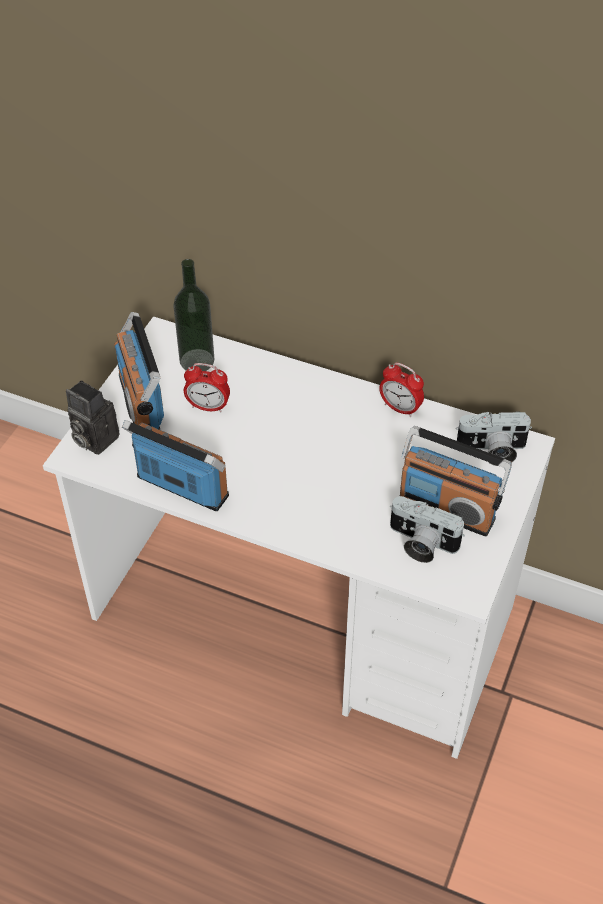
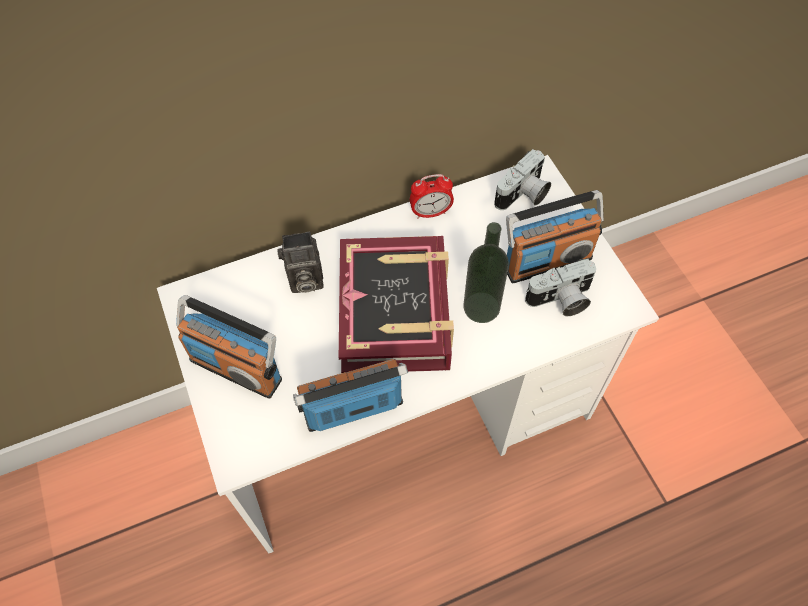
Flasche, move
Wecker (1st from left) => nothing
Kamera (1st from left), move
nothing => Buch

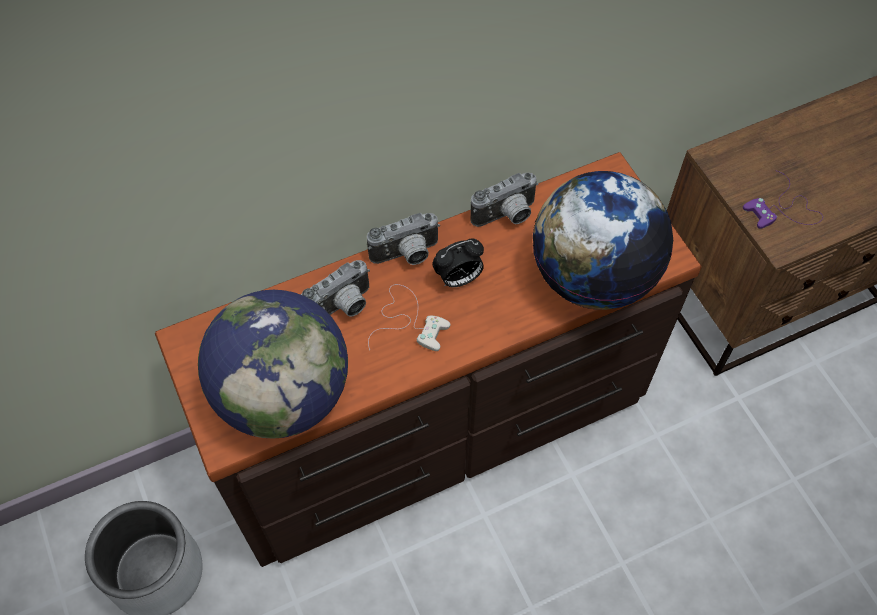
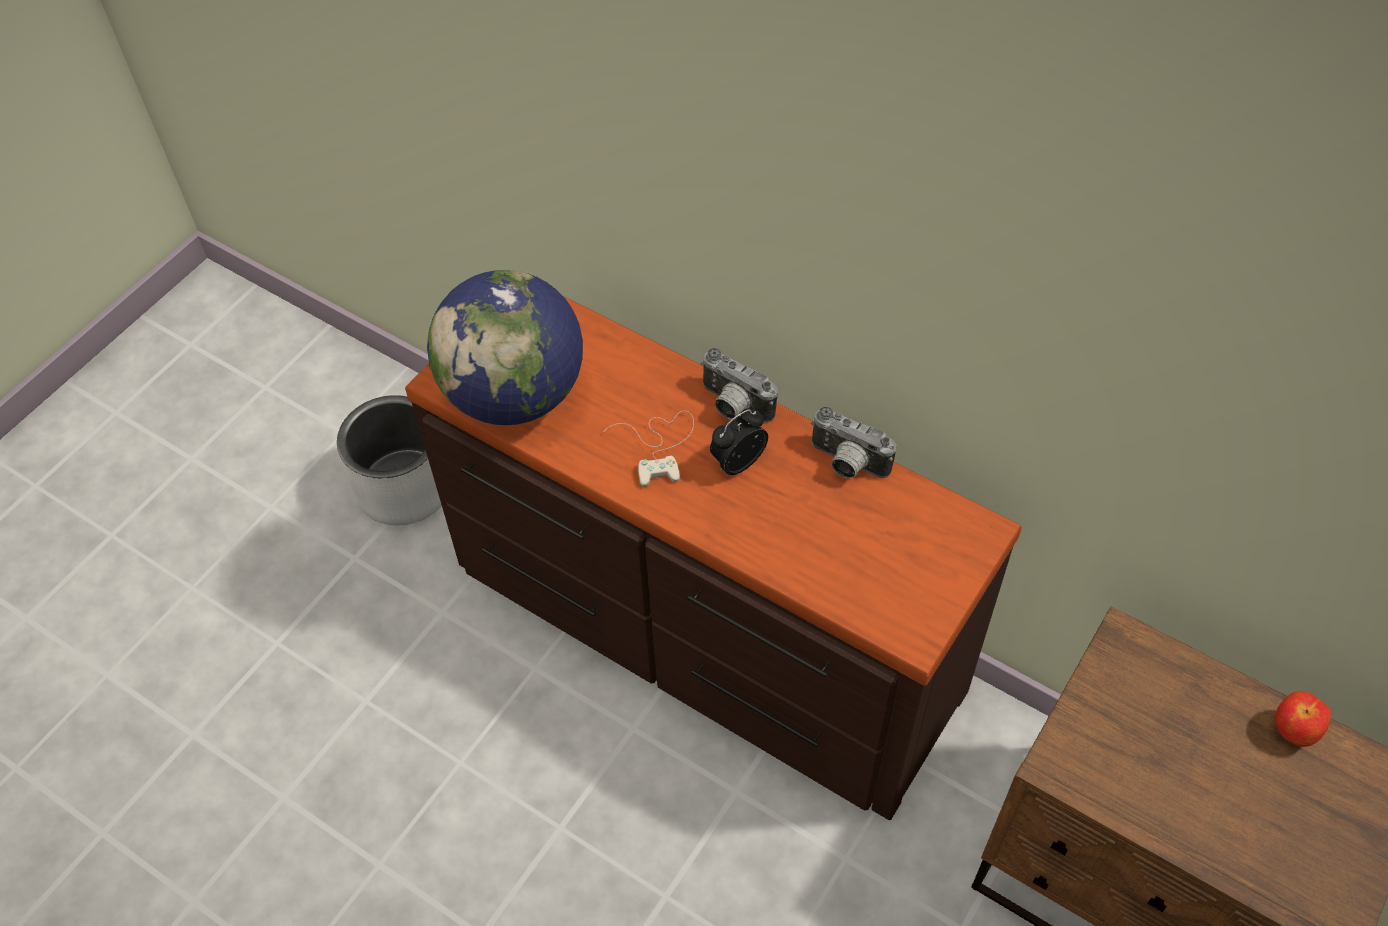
Gamepad/lila => nothing
Globus (2nd from left) => nothing
Wecker, 105 degrees clockwise
Kamera (1st from left) => nothing
nothing => Apfel

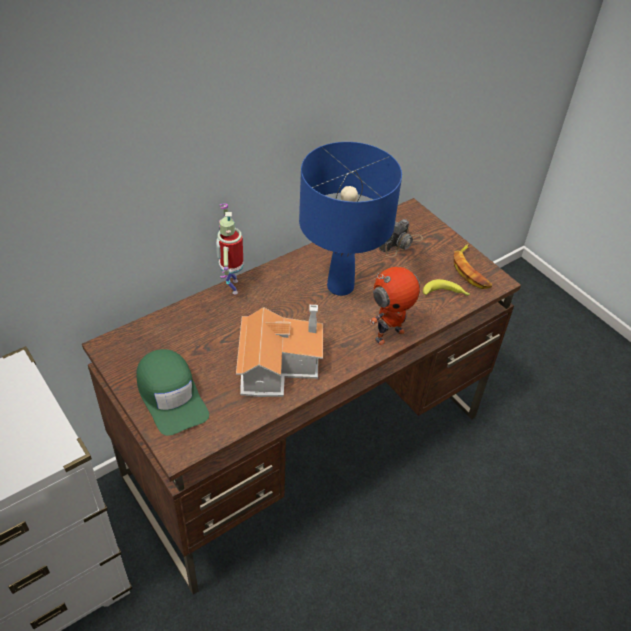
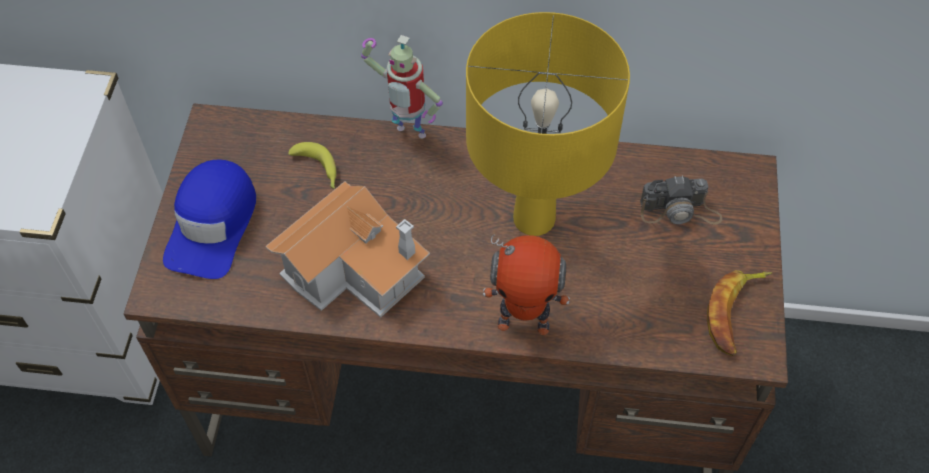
Tischlampe/blau => Tischlampe/gelb
Spielzeugroboter (1st from left), 105 degrees counterclockwise
Banane (1st from left), move
Kappe/grün => Kappe/blau

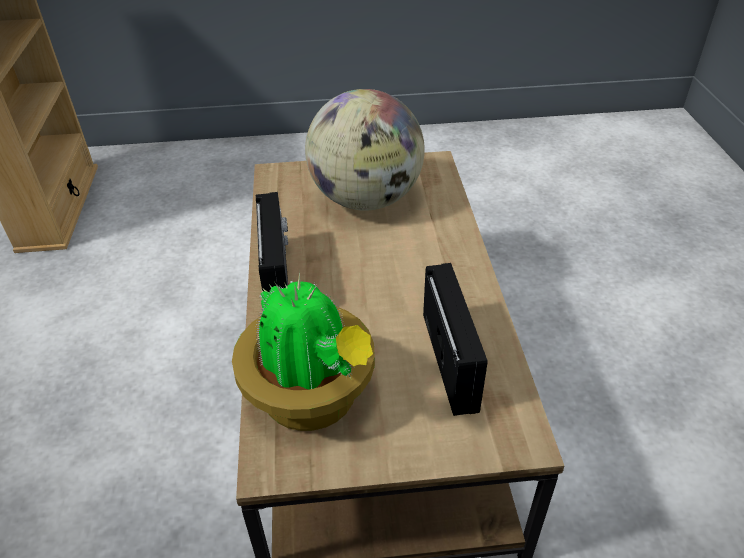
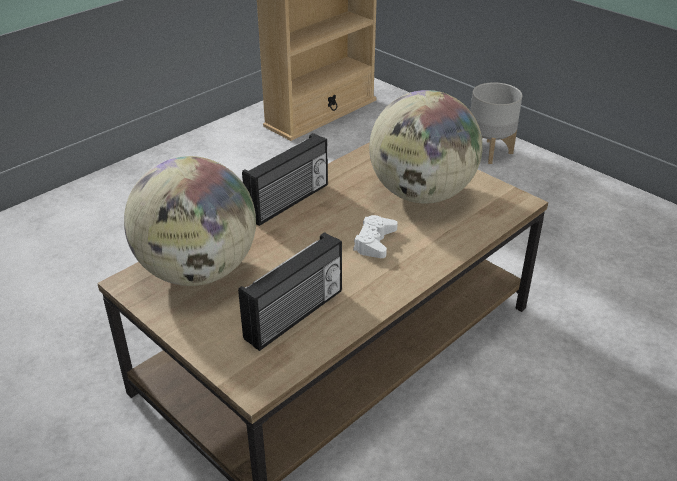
Topfpflanze => Globus (1st from left)
nothing => Pflanzkübel/grau
nothing => Gamepad/weiß

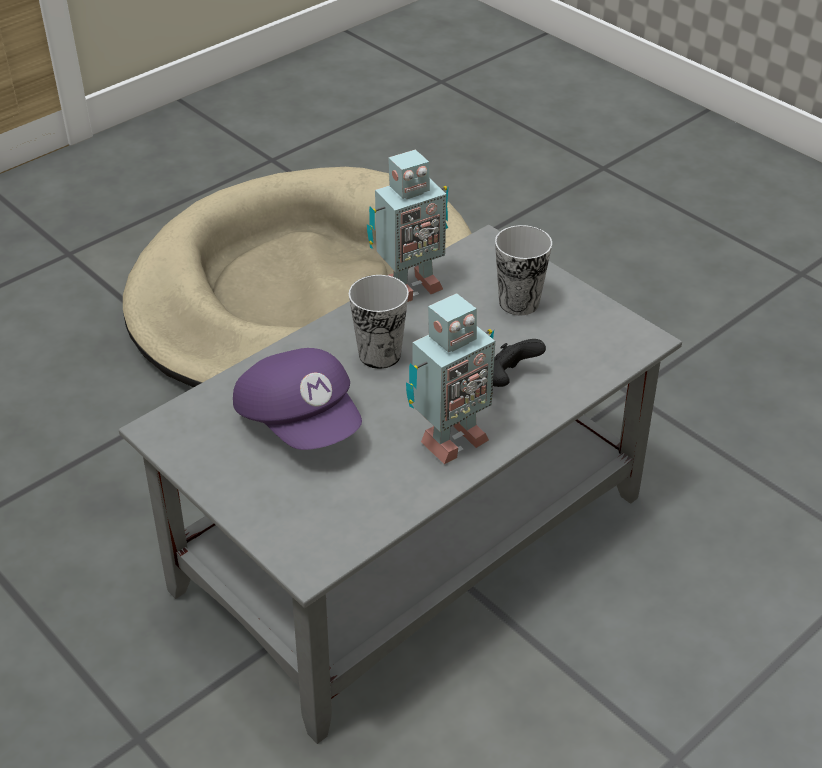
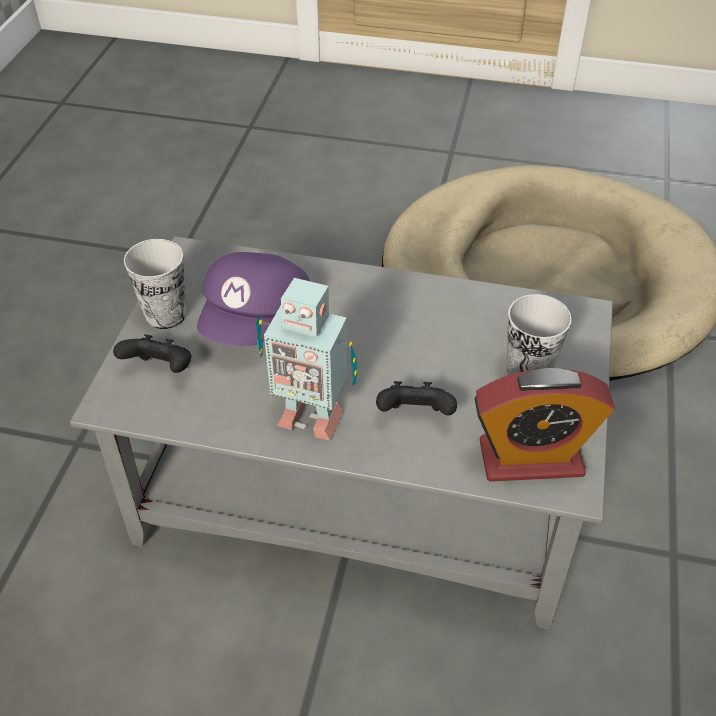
Spielzeugroboter (1st from left) => nothing
Tasse (1st from left), move
nothing => Gamepad/schwarz (1st from left)
nothing => Wecker

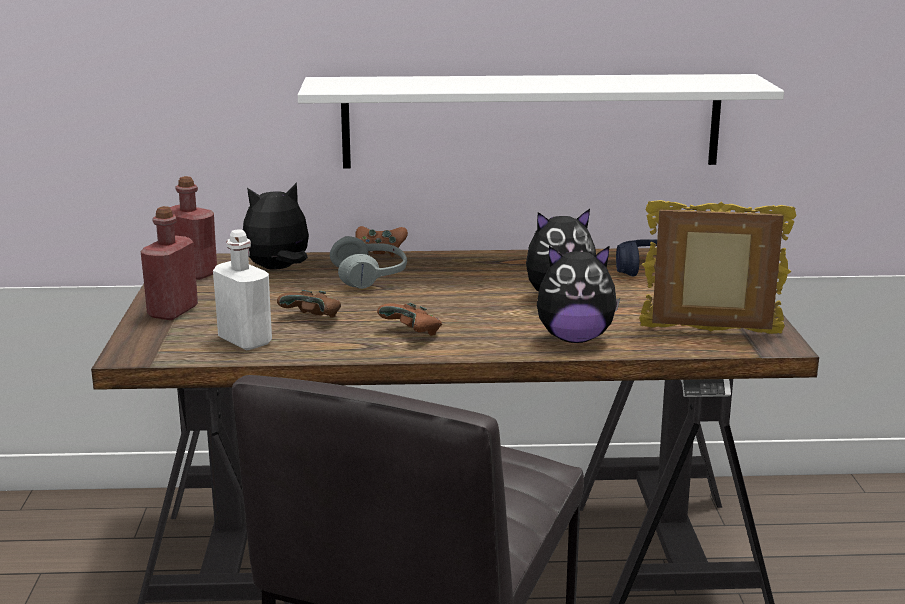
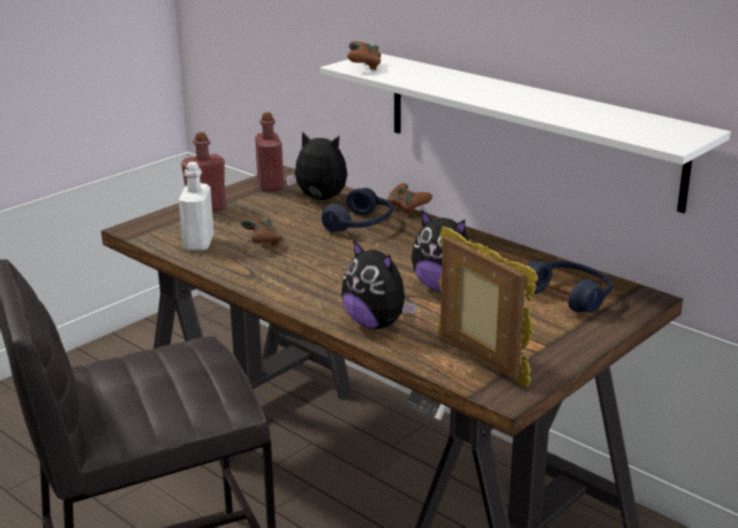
Kopfhörer/grau => Kopfhörer/blau (1st from left)
Gamepad/braun (3rd from left in the first image) => Gamepad/braun (2nd from left), move

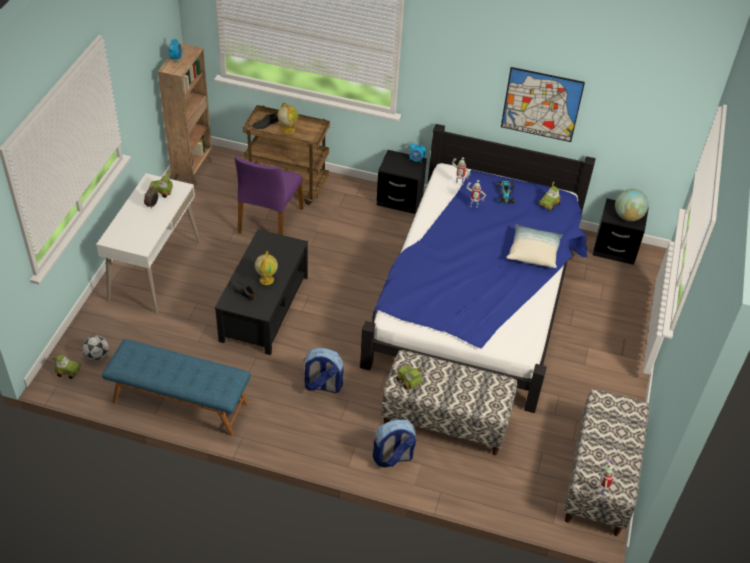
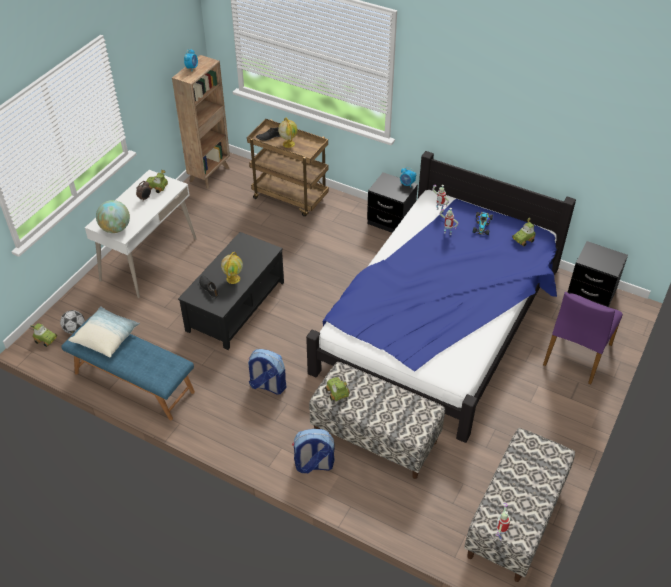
Bild => nothing
Stuhl/lila, move
Globus (3rd from left in the first image) => Globus (1st from left), move
Kissen, move

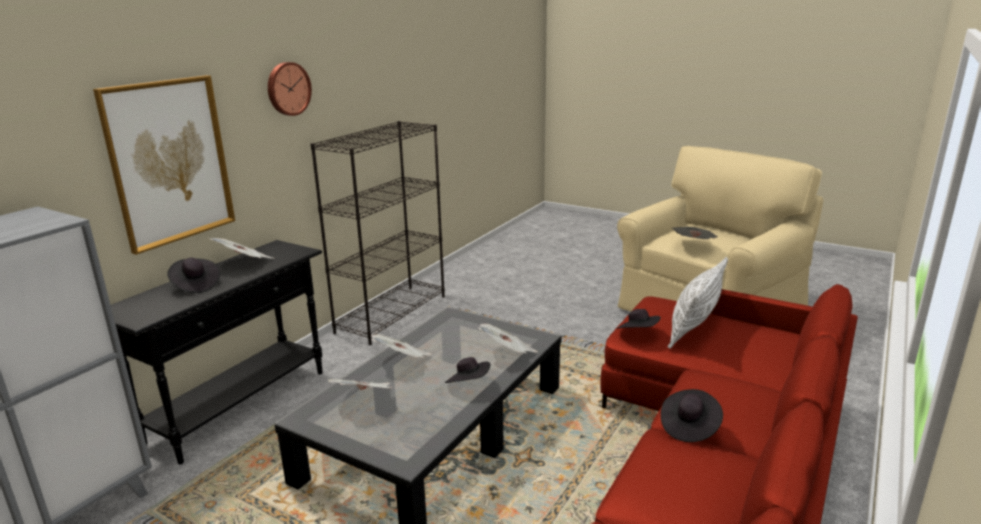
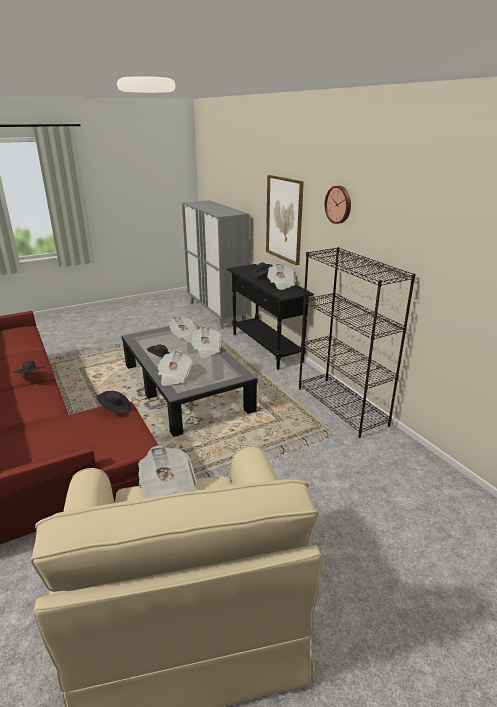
Kissen/weiß => nothing

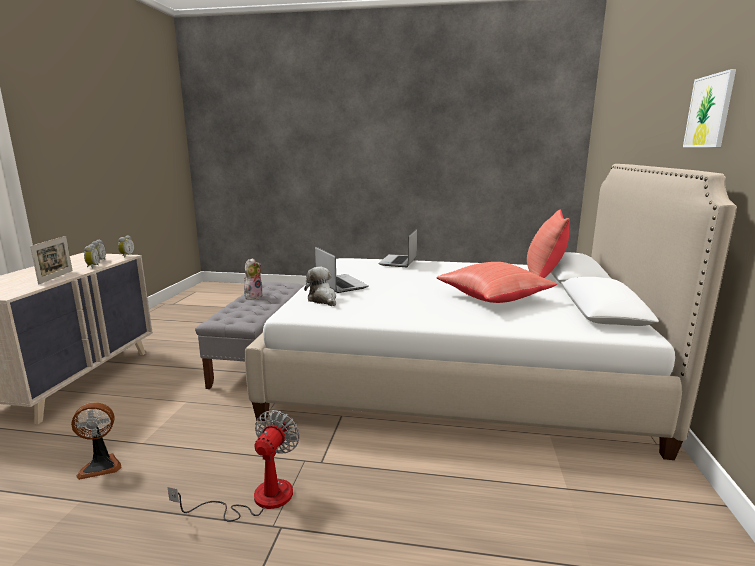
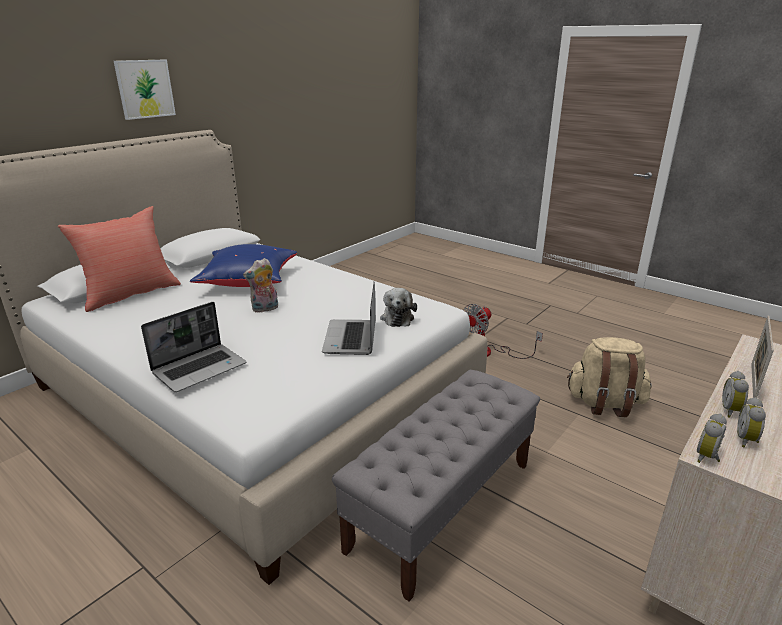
Plüschtier (1st from left), move
Kissen/rot (1st from left) => Kissen/blau
Ventilator (1st from left) => Rucksack/beige

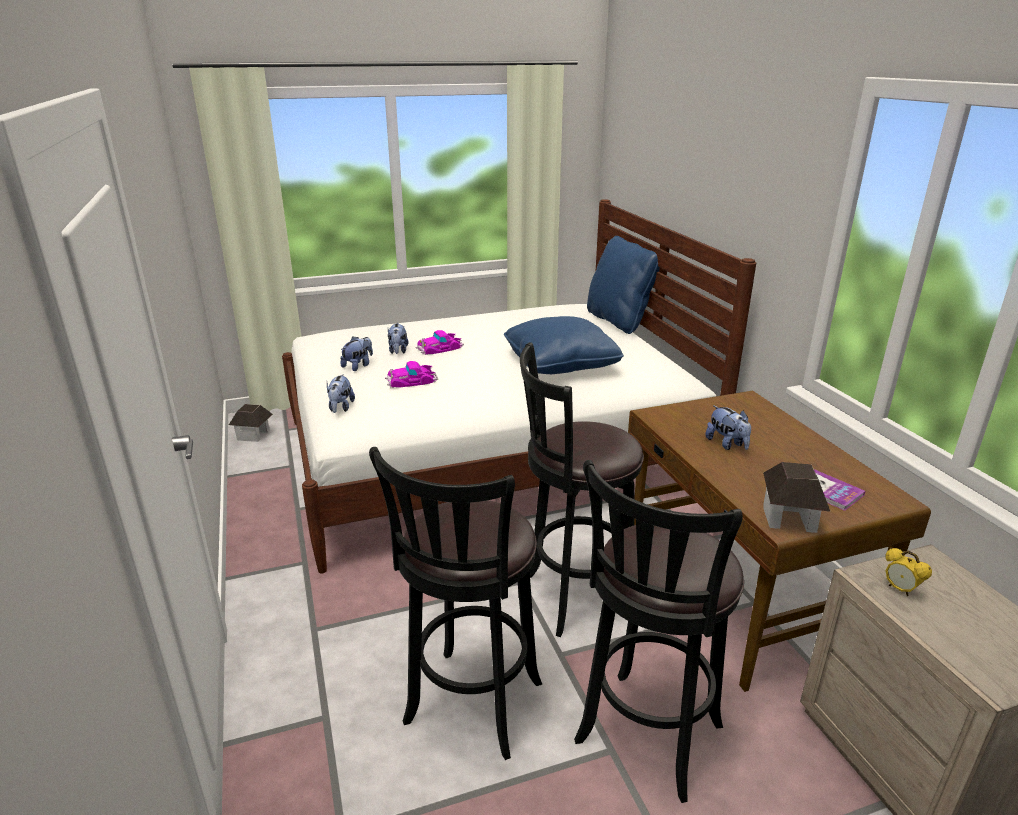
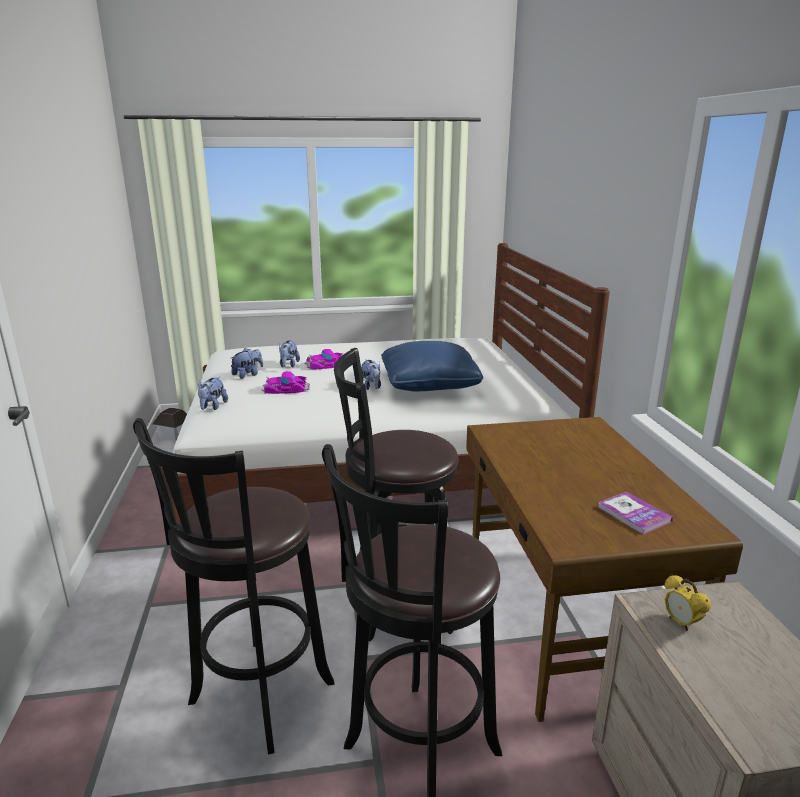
Kissen/blau (2nd from left) => nothing
Plüschtier (4th from left), move
Spielzeughaus (2nd from left) => nothing

